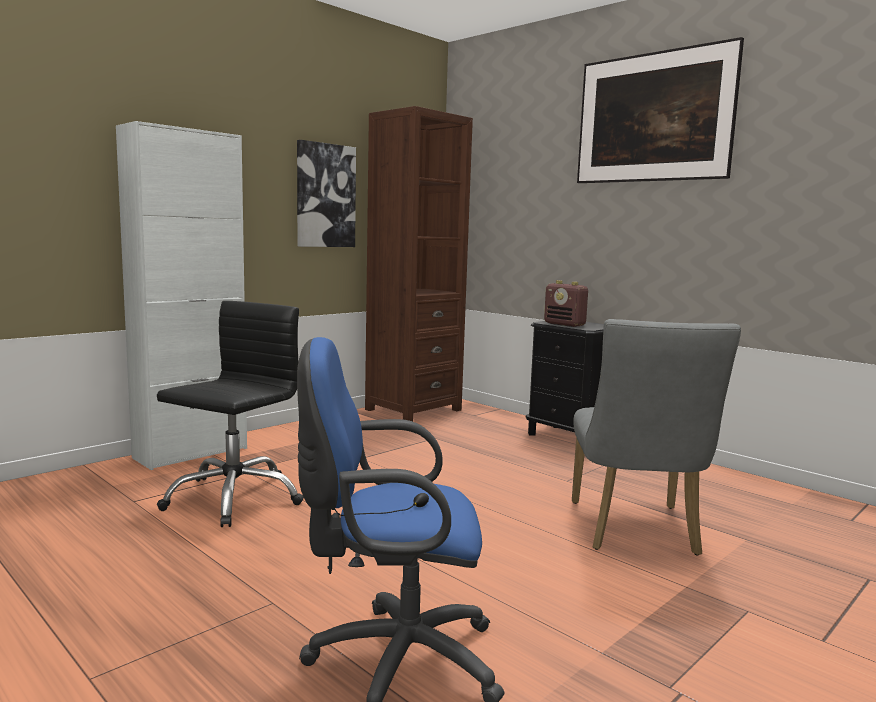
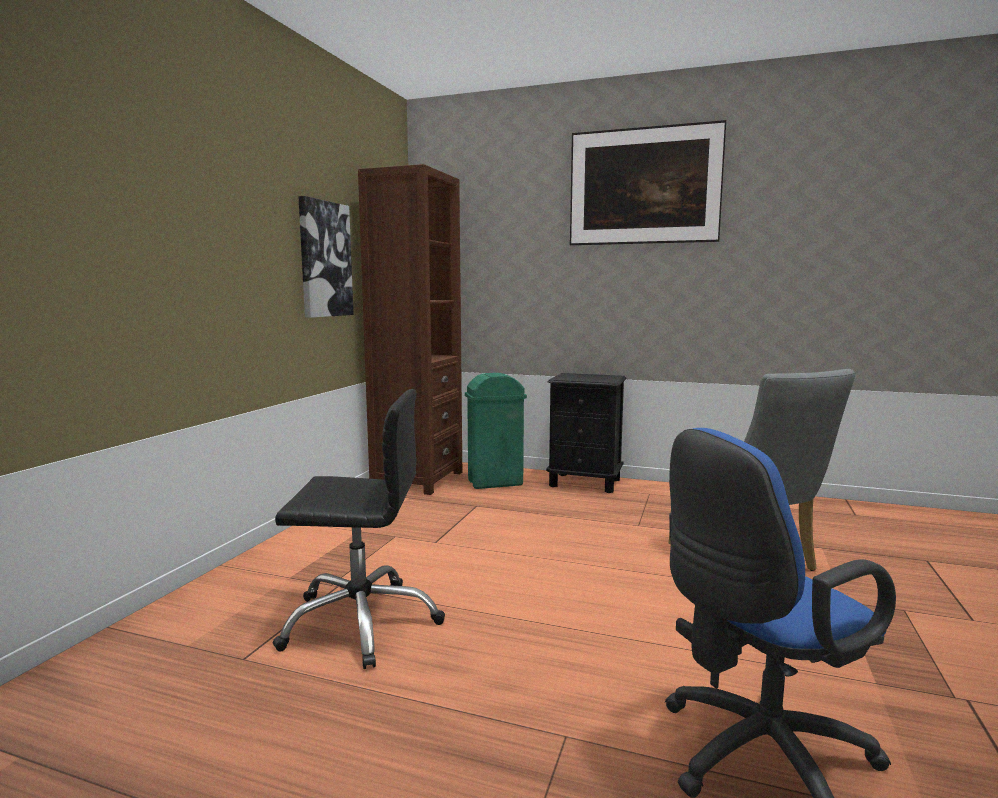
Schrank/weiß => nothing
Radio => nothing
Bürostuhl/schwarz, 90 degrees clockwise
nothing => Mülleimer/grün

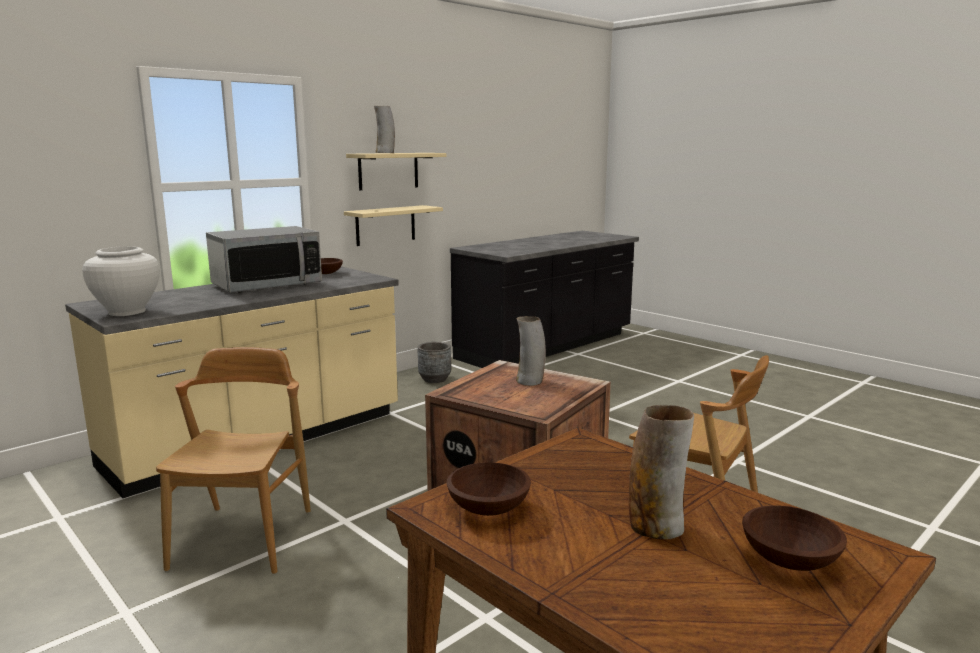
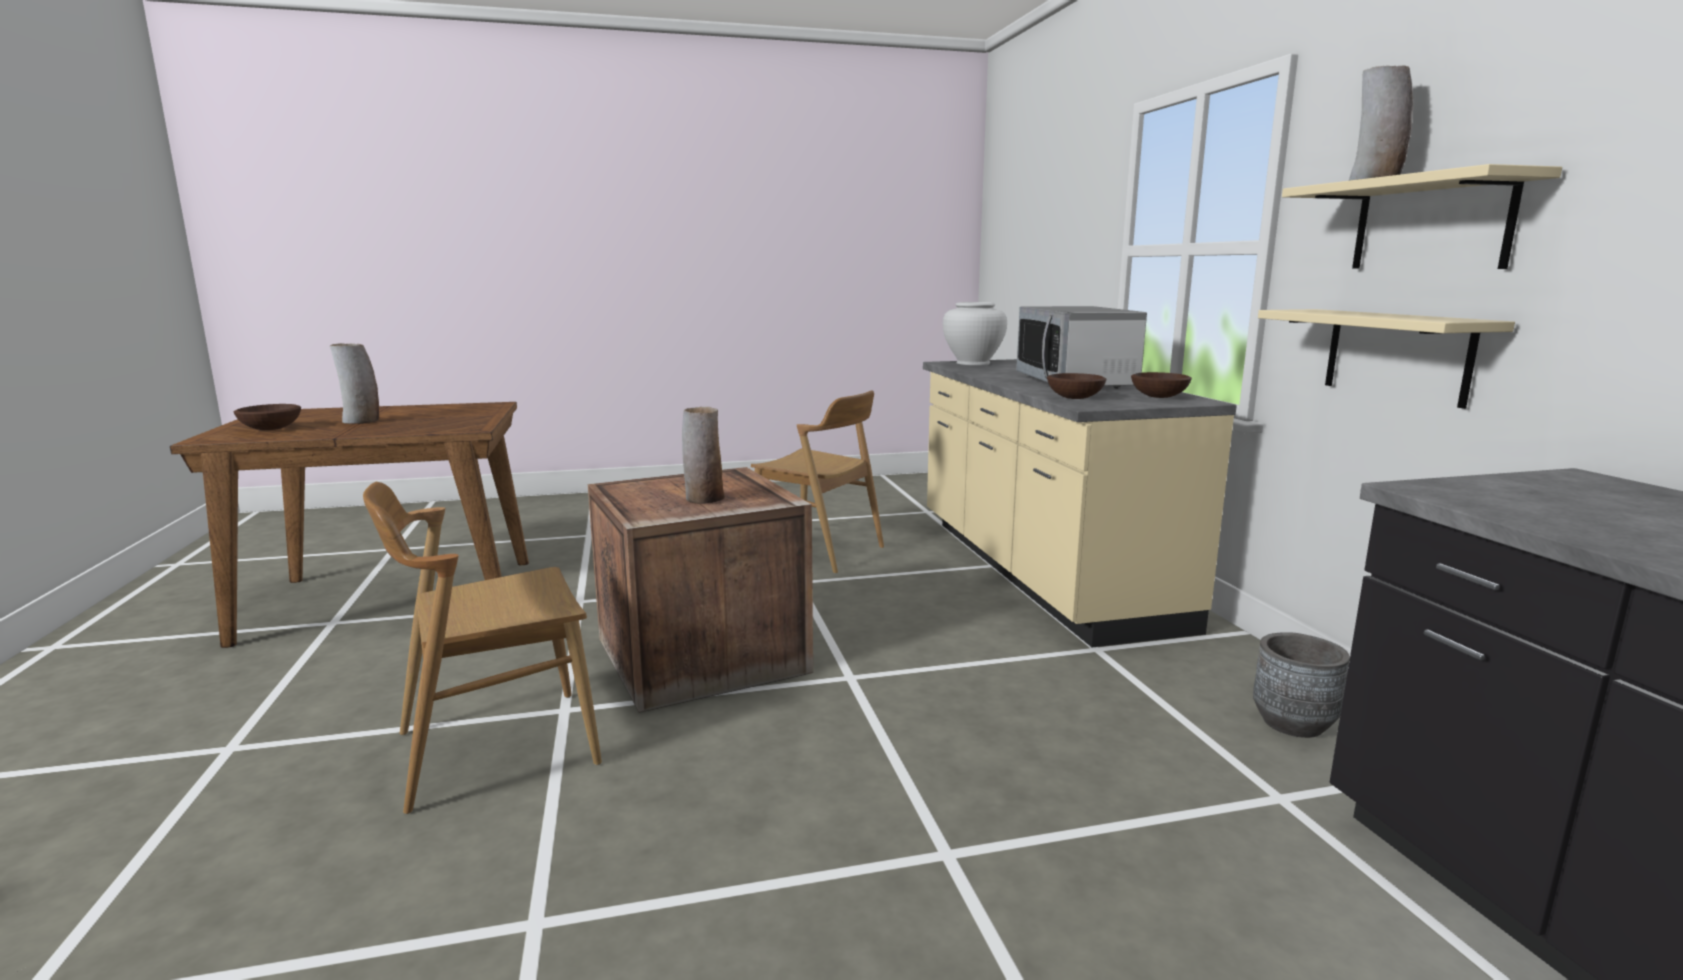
Schüssel/braun (2nd from left), move

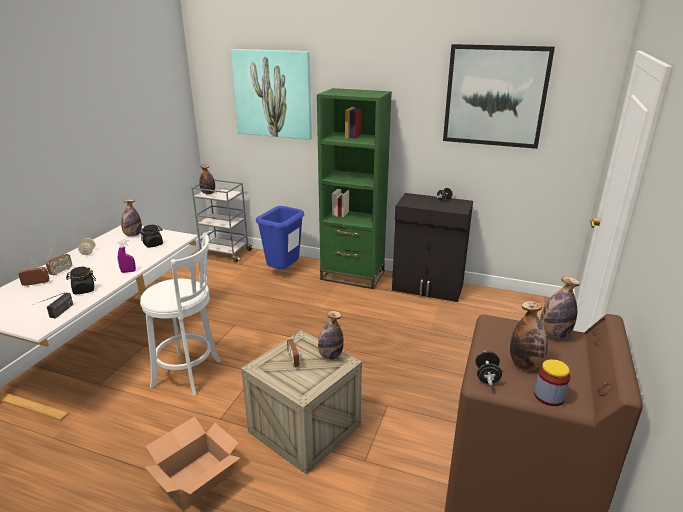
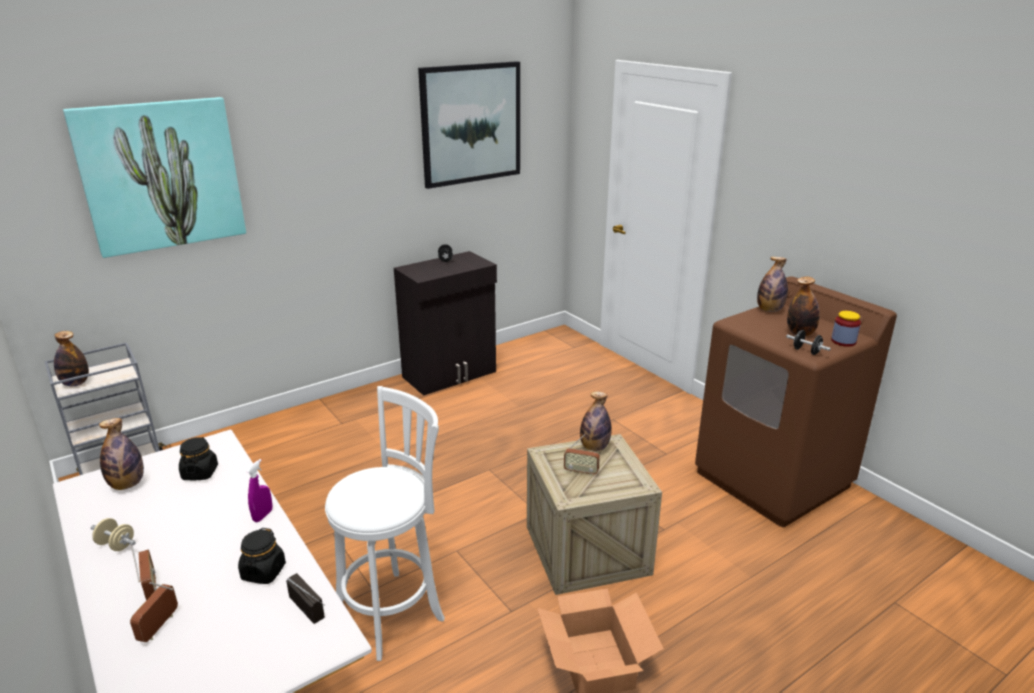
Bücherregal/grün => nothing
Mülleimer/blau => nothing

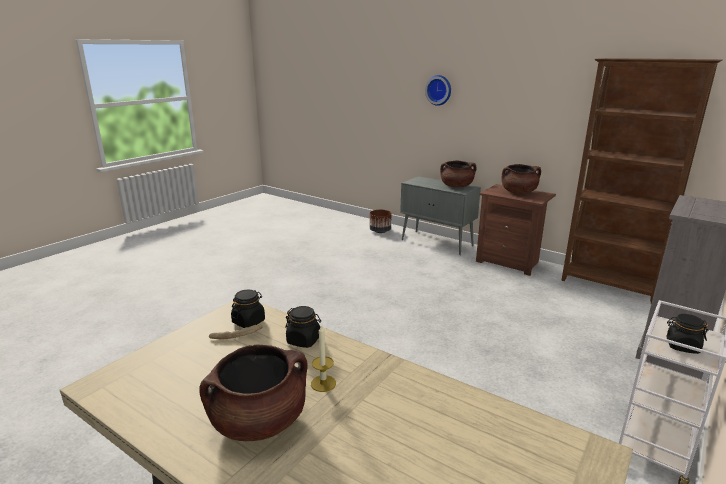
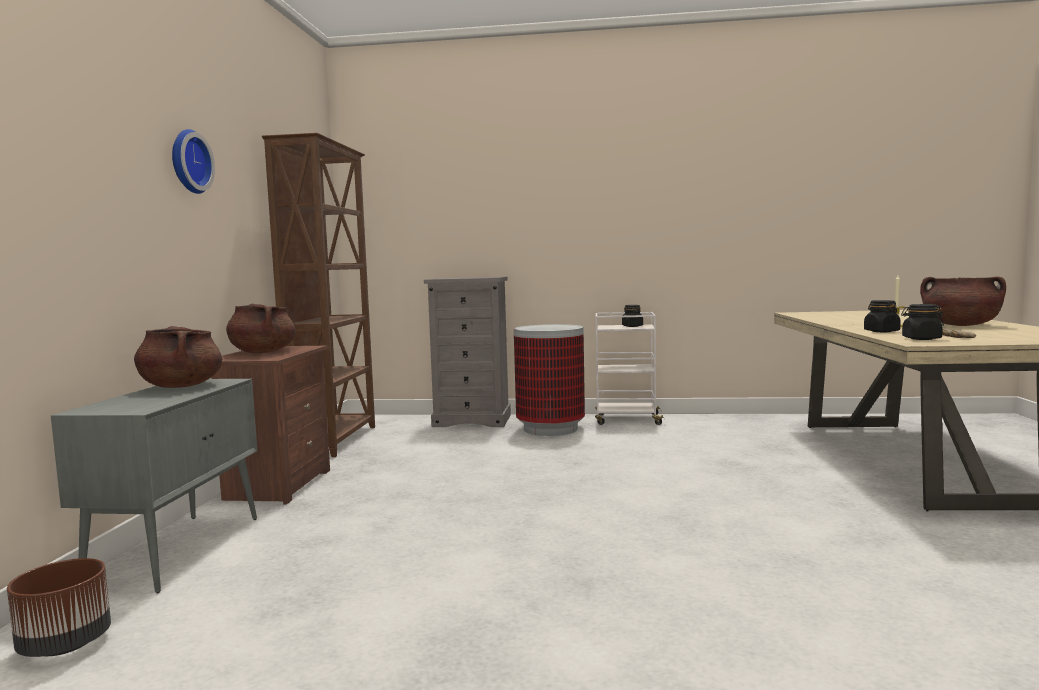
Wanduhr, move
nothing => Mülleimer

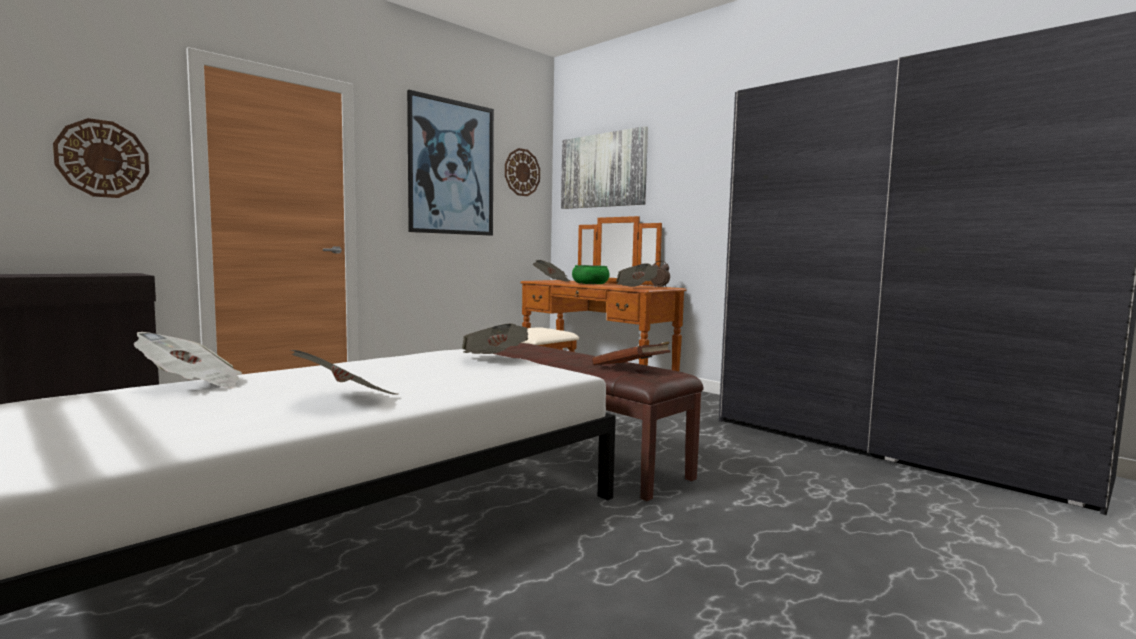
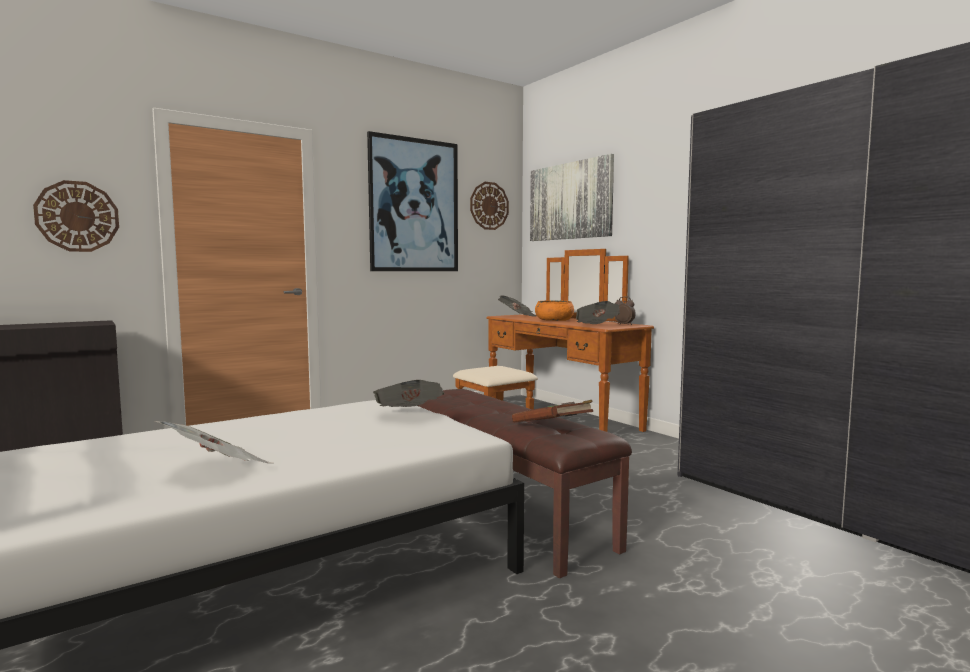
Schüssel/grün => Schüssel/orange
Zeitung (1st from left) => nothing

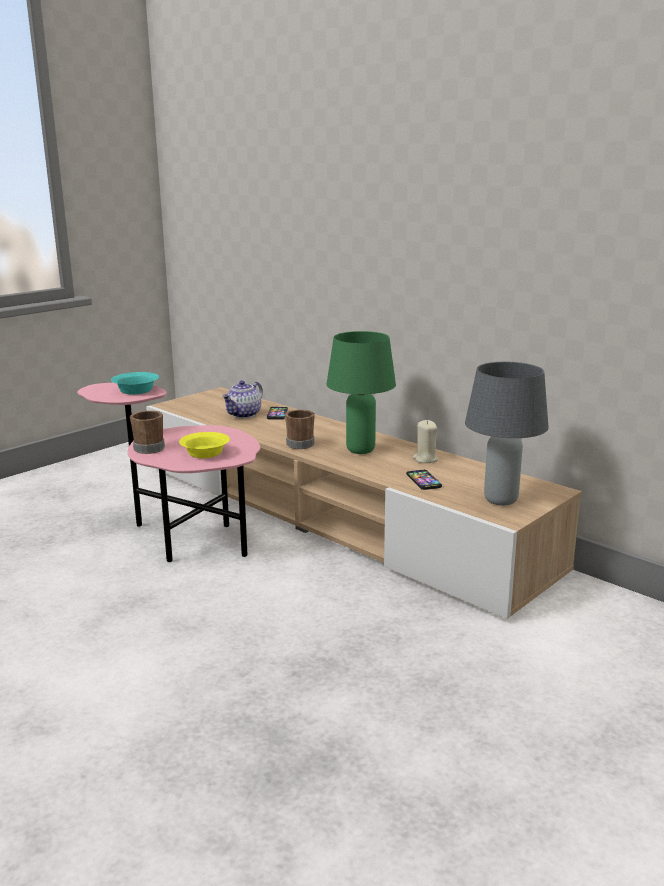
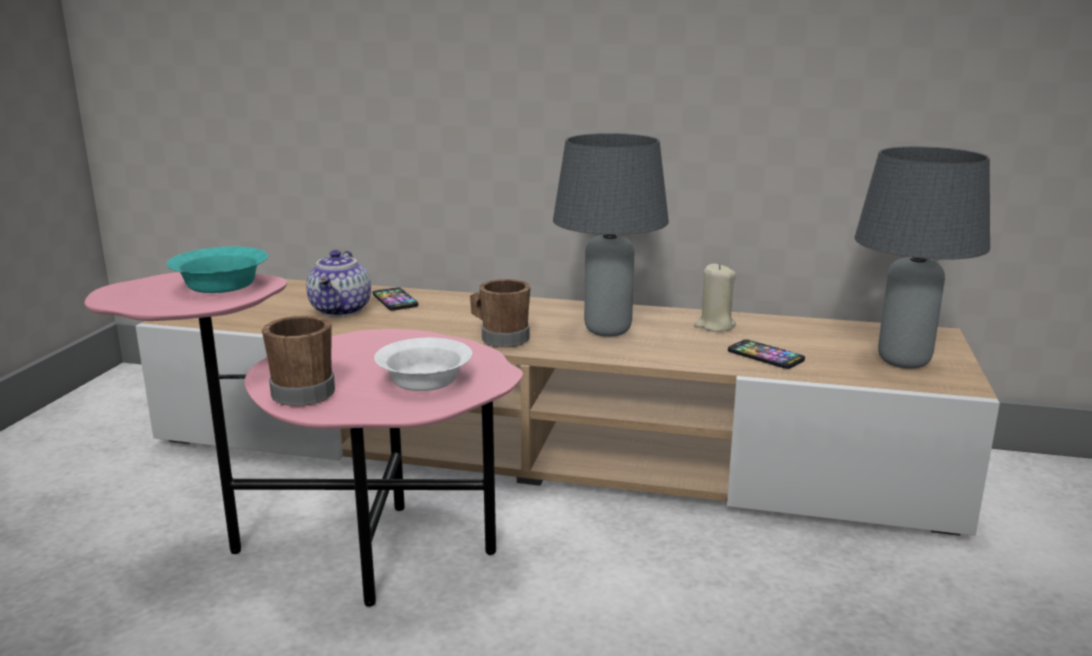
Tischlampe/grün => Tischlampe/grau (1st from left)
Schüssel/gelb => Schüssel/weiß

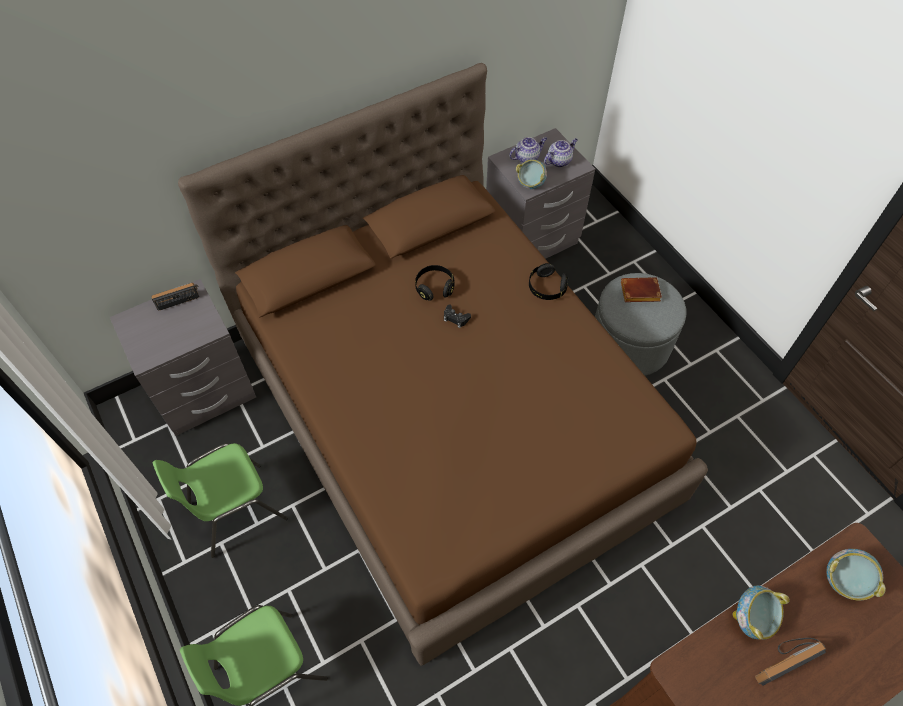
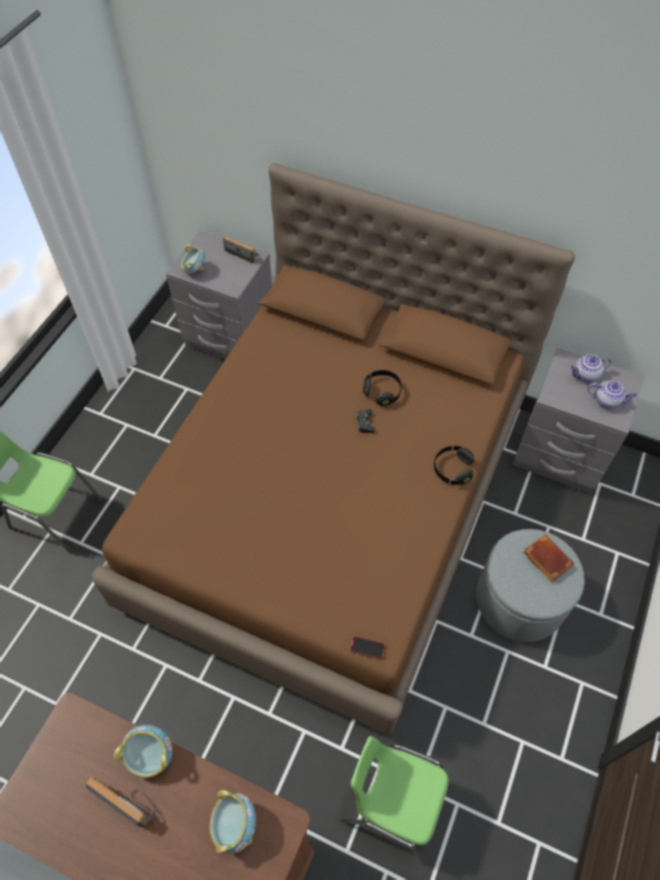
Teekanne (1st from left), 135 degrees clockwise
Schüssel (1st from left in the first image) => Schüssel (2nd from left), move
Stuhl/grün (1st from left in the first image) => Stuhl/grün (2nd from left), move
nothing => Handy

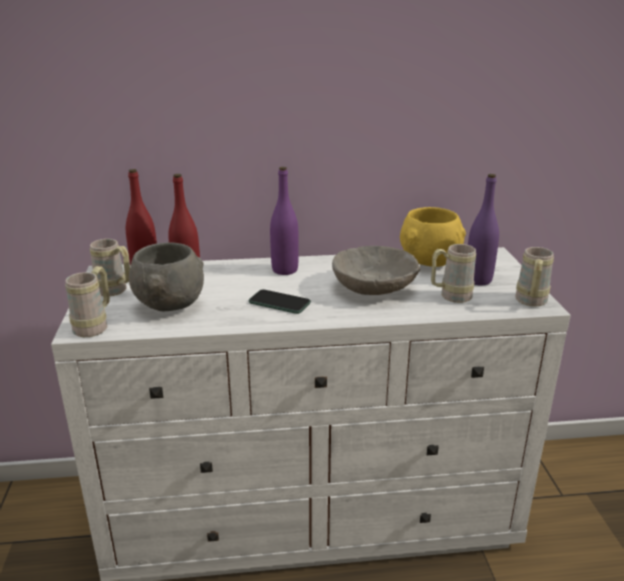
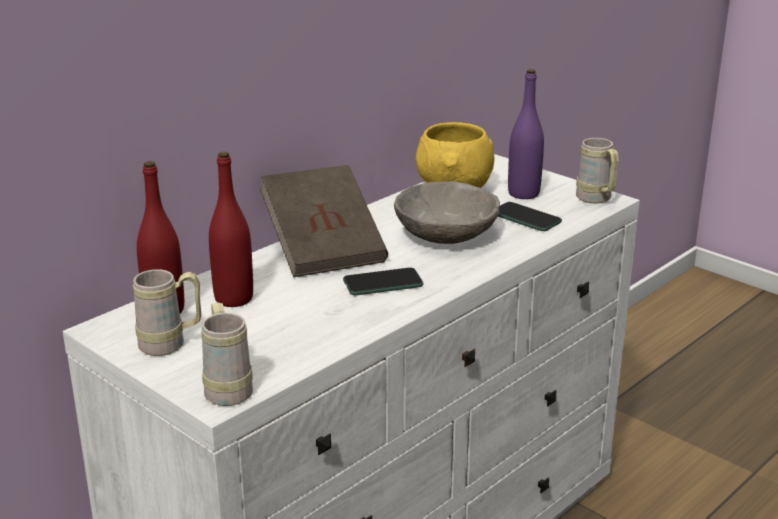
Flasche/lila (1st from left) => Buch/braun
Schüssel/grau (1st from left) => nothing
Henkelbecher/beige (3rd from left) => Handy (2nd from left)

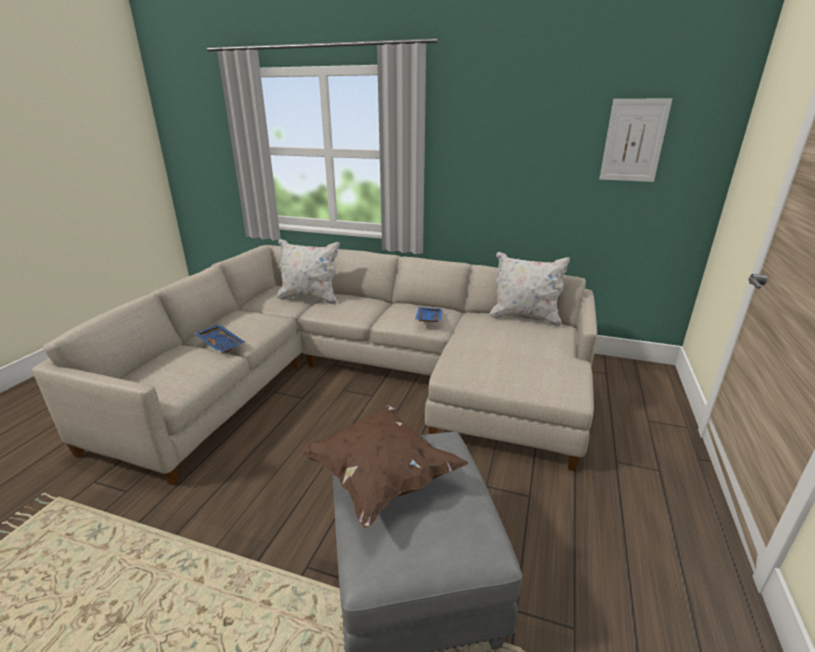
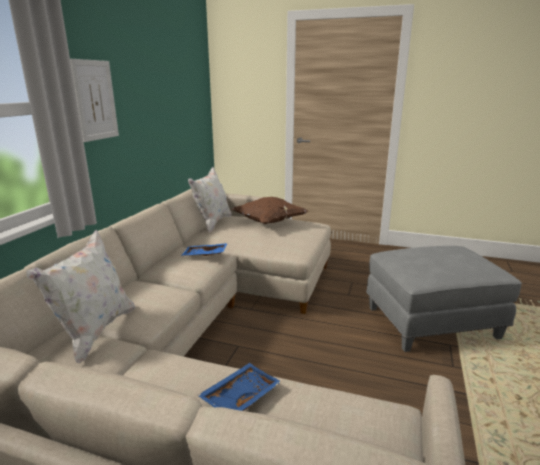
Bild, move
Kissen/braun, move

